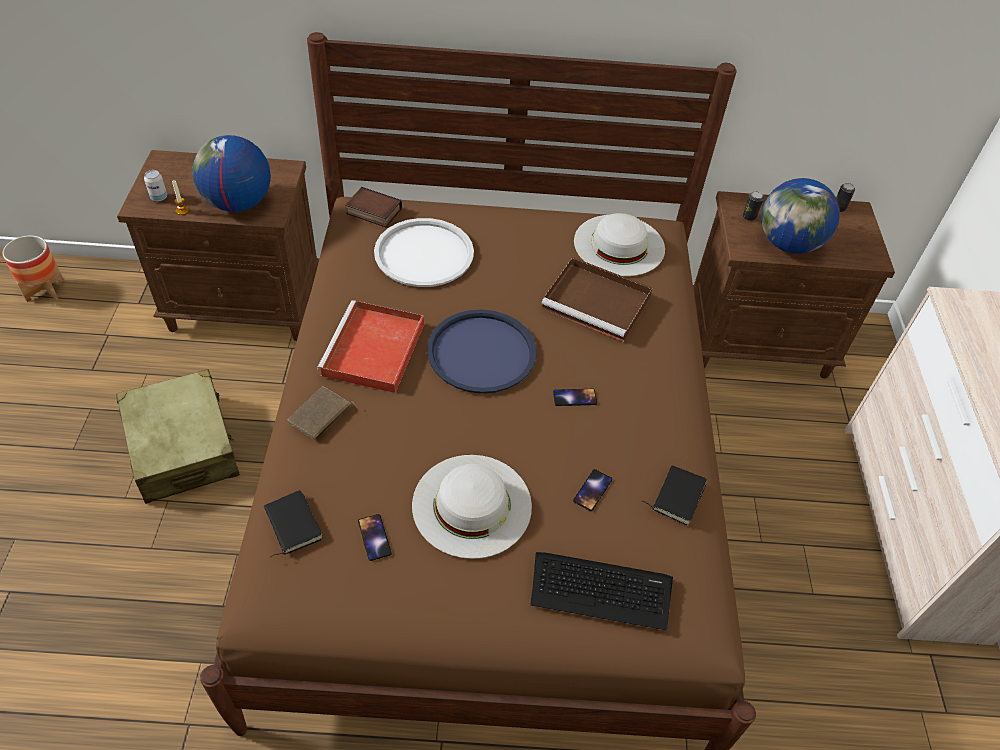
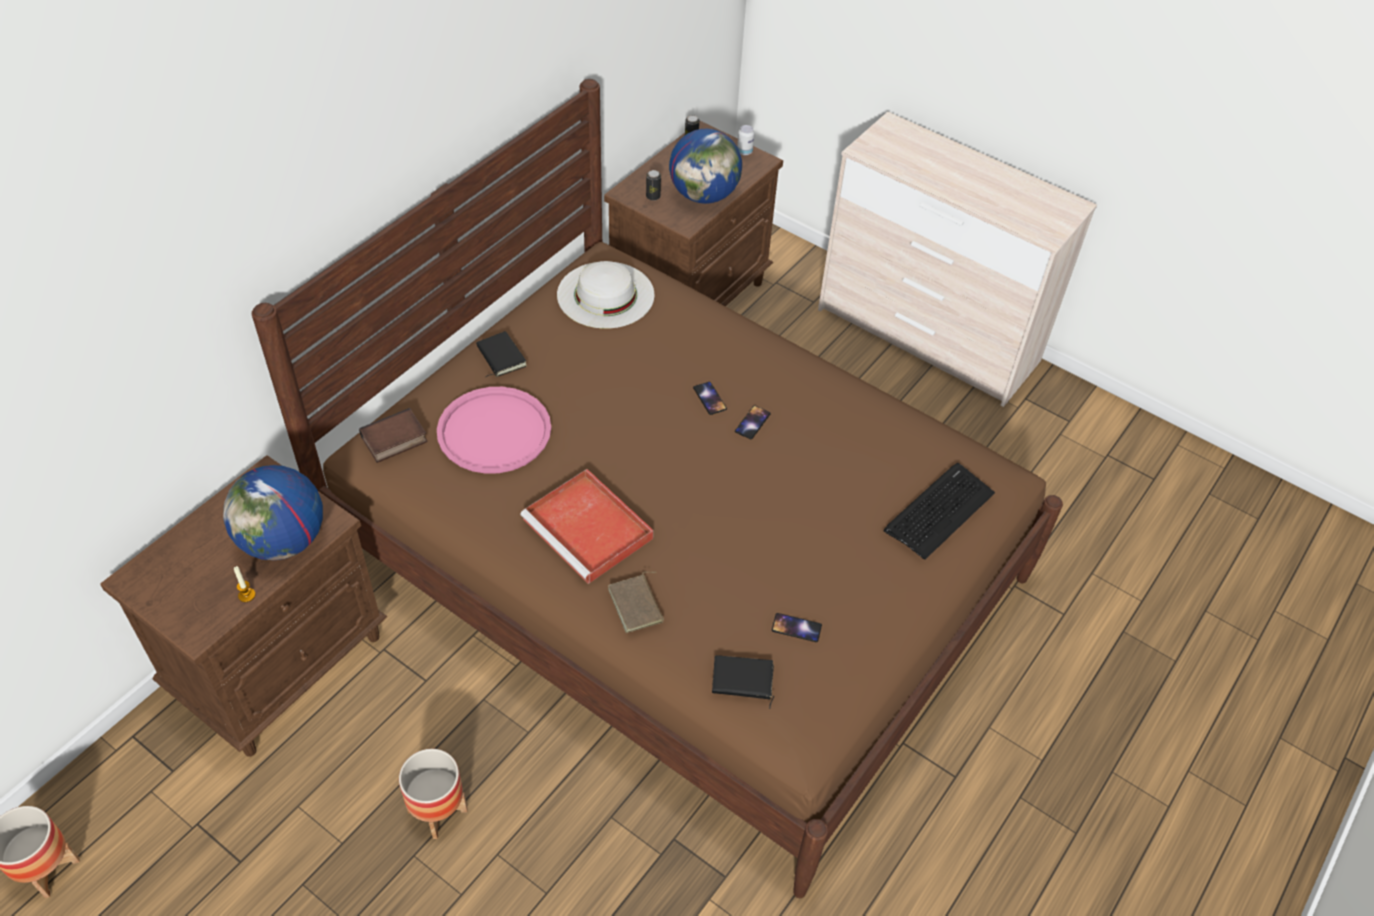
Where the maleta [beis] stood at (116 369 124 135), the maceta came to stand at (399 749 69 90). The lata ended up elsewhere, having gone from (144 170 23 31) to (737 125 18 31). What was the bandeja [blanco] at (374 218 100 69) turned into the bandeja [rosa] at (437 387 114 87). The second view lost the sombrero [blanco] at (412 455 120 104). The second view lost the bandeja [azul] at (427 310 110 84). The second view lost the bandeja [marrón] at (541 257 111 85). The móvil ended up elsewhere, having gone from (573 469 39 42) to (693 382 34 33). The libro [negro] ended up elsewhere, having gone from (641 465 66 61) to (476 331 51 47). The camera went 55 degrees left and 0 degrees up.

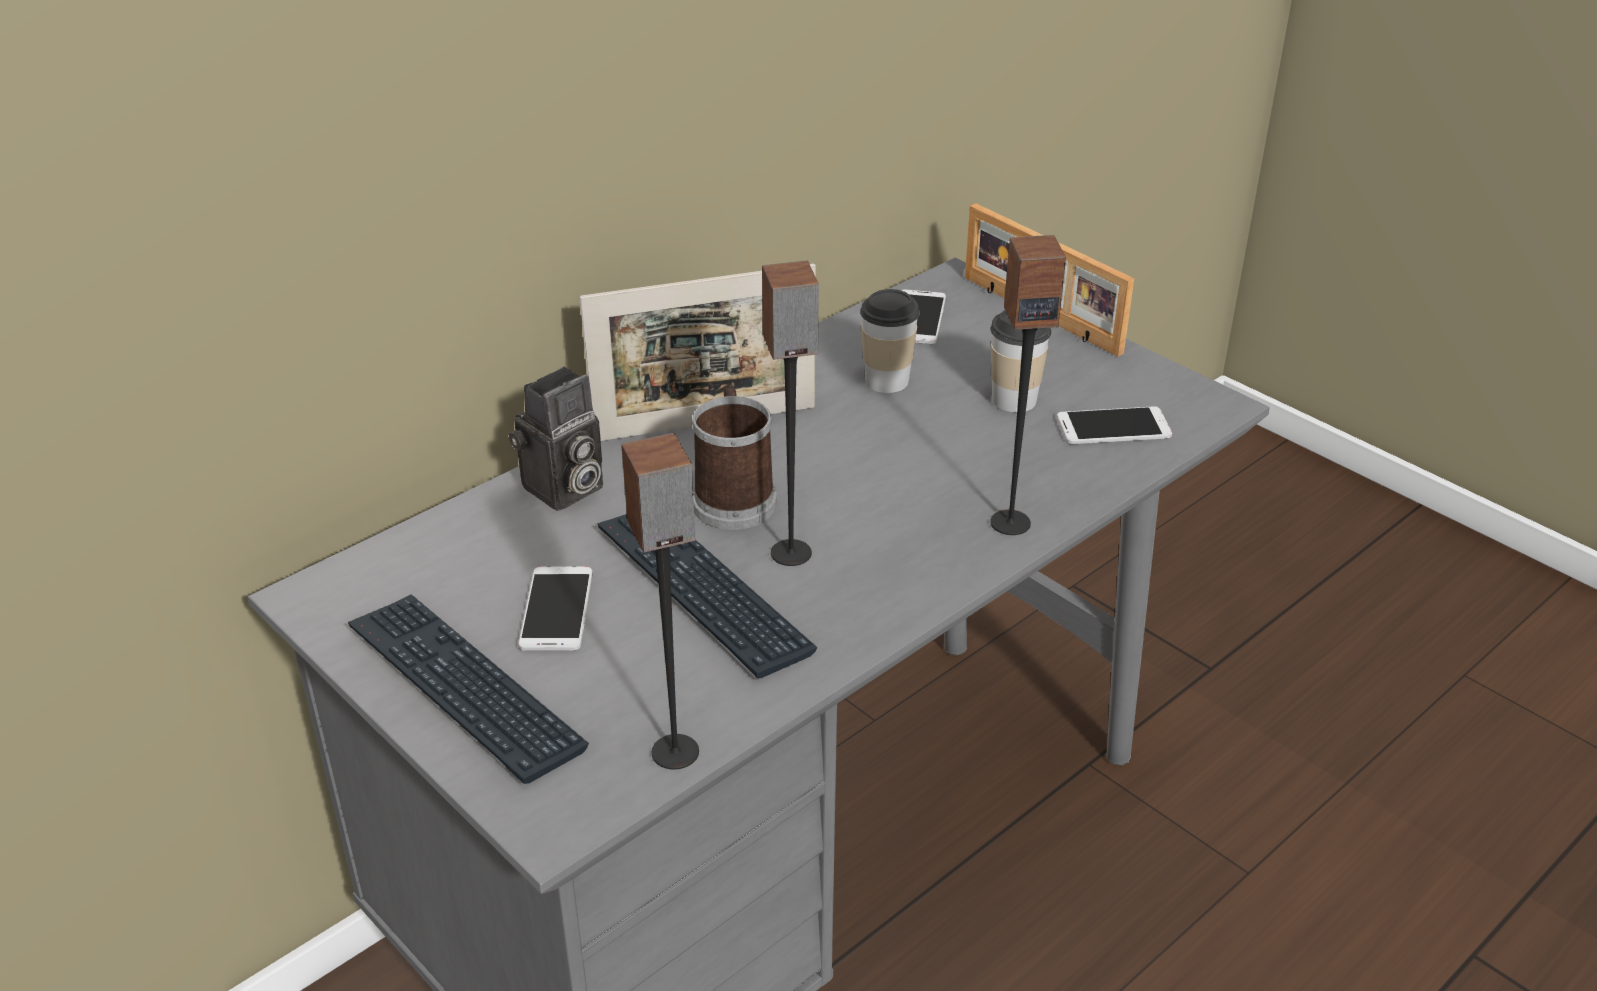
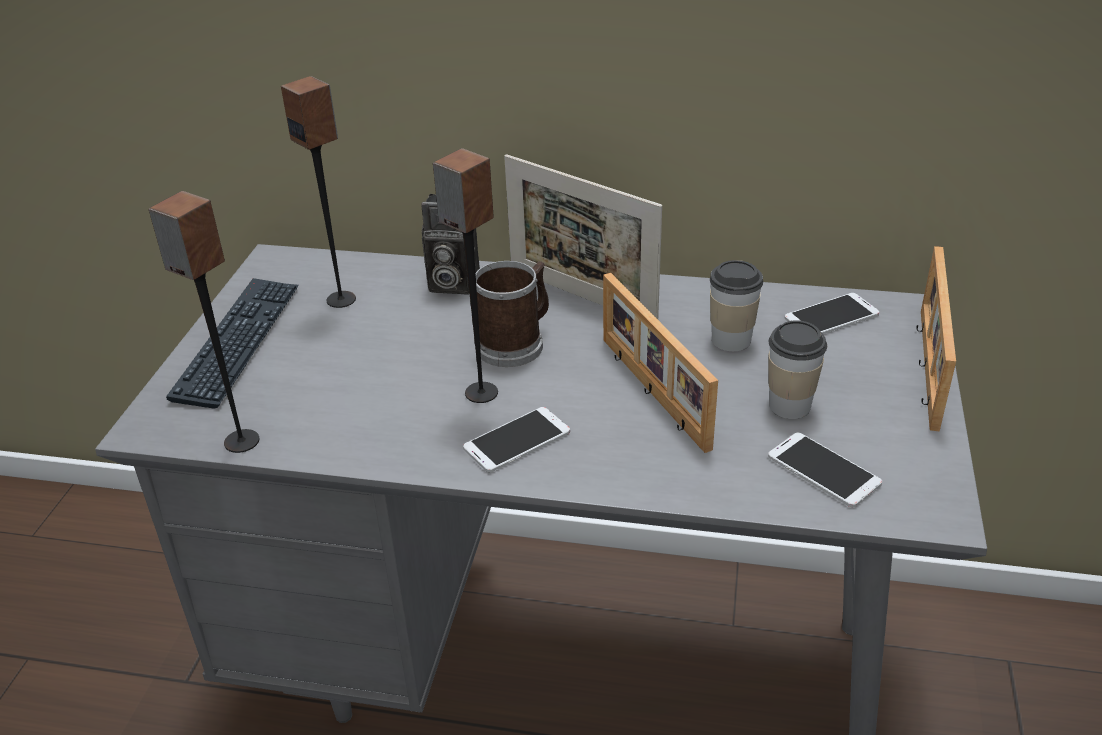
The móvil ended up elsewhere, having gone from (518 567 75 84) to (463 407 107 65). The second view lost the teclado at (597 514 220 164). The altavoz ended up elsewhere, having gone from (990 235 76 300) to (281 76 75 232). The second view gained the portarretratos at (603 273 115 180). The camera went 55 degrees right and 0 degrees up.

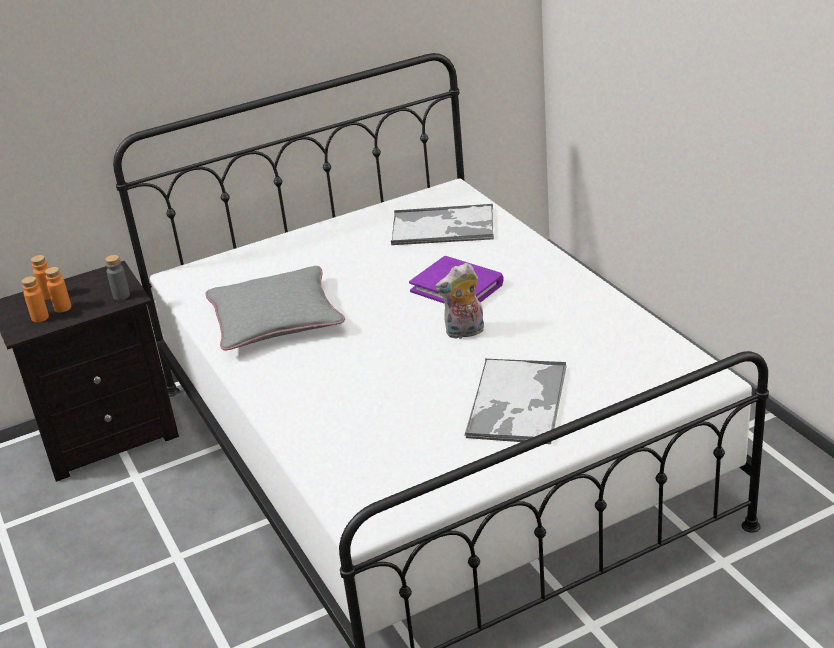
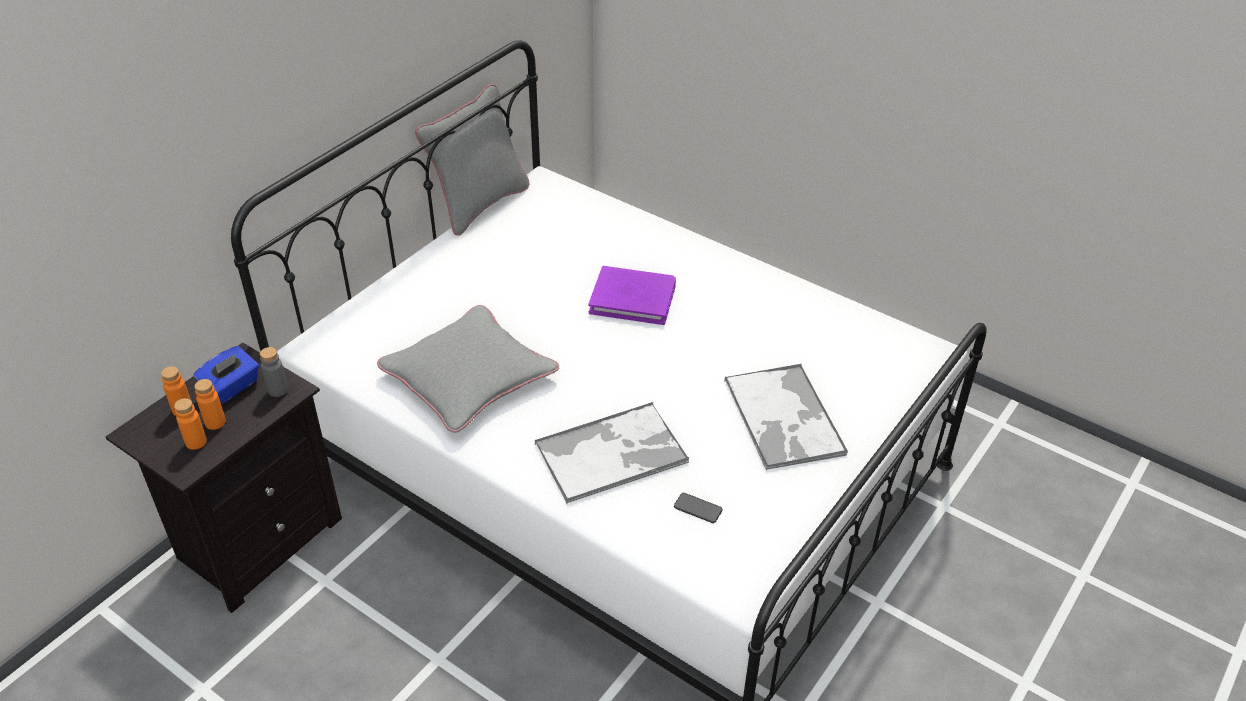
The bandeja ended up elsewhere, having gone from (391 204 103 41) to (535 402 154 102). The second view lost the peluche at (435 263 49 76). The second view gained the caja de pañuelos [azul] at (193 346 66 57). The second view gained the cojín [gris] at (415 84 114 151). The second view gained the móvil at (674 493 49 30). The camera went 30 degrees left and 10 degrees up.

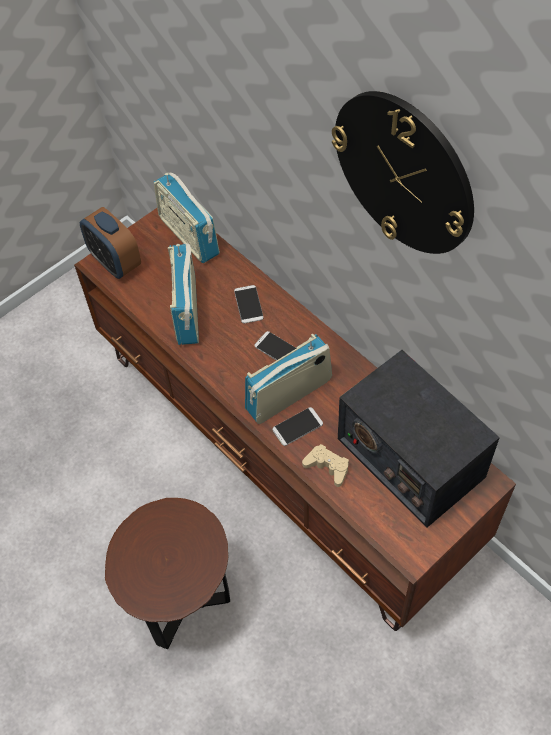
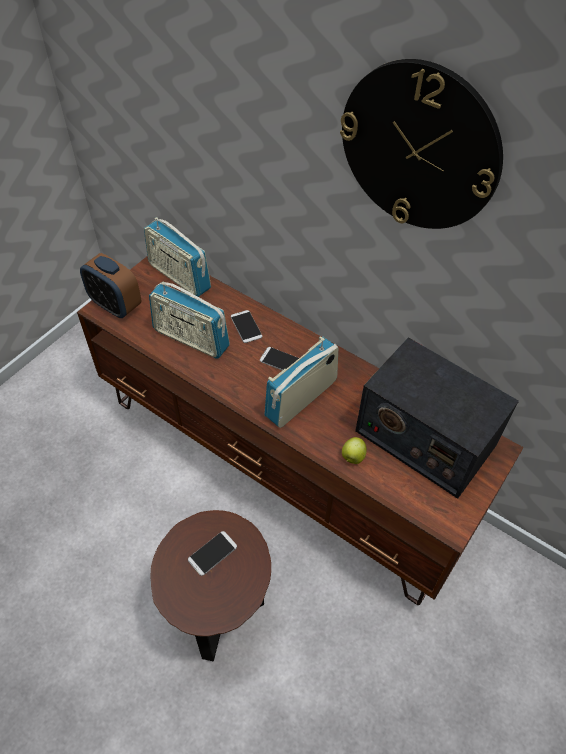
The radio at (168 243 31 102) ended up facing another way, 45 degrees counterclockwise from before. The móvil ended up elsewhere, having gone from (272 407 51 39) to (188 531 49 45). Where the mando de consola [beis] stood at (302 444 47 43), the manzana came to stand at (342 437 25 27). The camera went 15 degrees left and 5 degrees down.

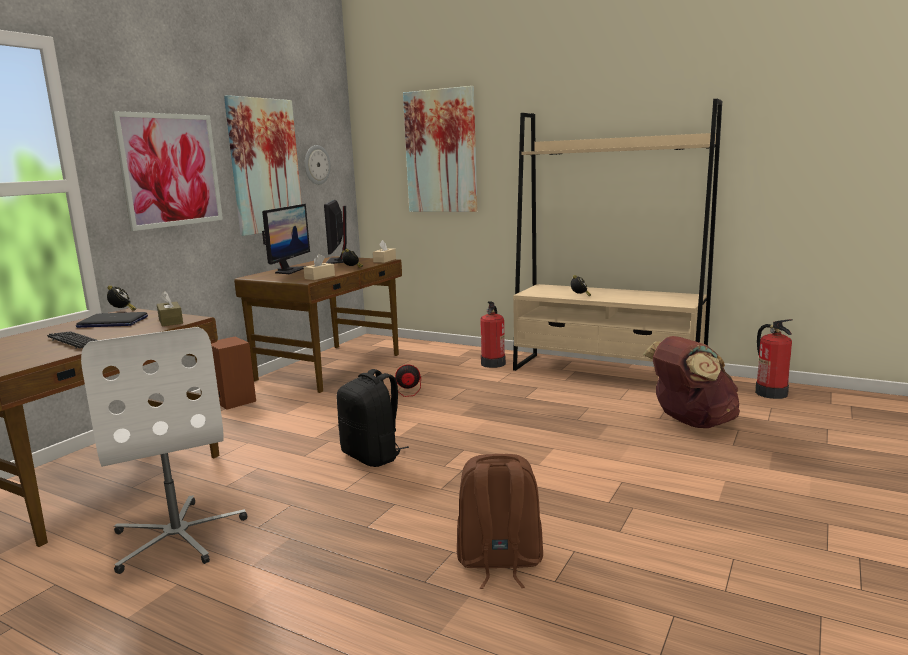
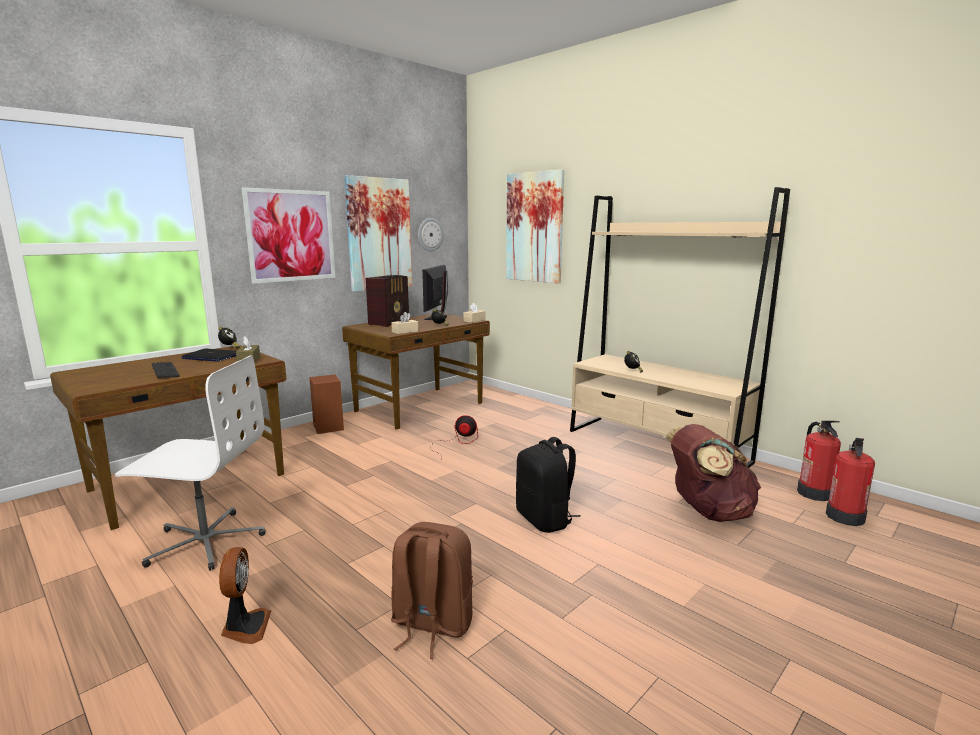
The silla de oficina [blanco] at (81 327 166 247) ended up facing another way, 75 degrees counterclockwise from before. Where the monitor stood at (262 204 48 70), the radio came to stand at (366 275 43 52). The mochila [negro] ended up elsewhere, having gone from (337 369 72 98) to (516 437 65 96). The extintor ended up elsewhere, having gone from (480 301 26 67) to (826 438 49 88). The second view gained the ventilador at (219 547 52 97). The camera went 15 degrees right and 0 degrees up.

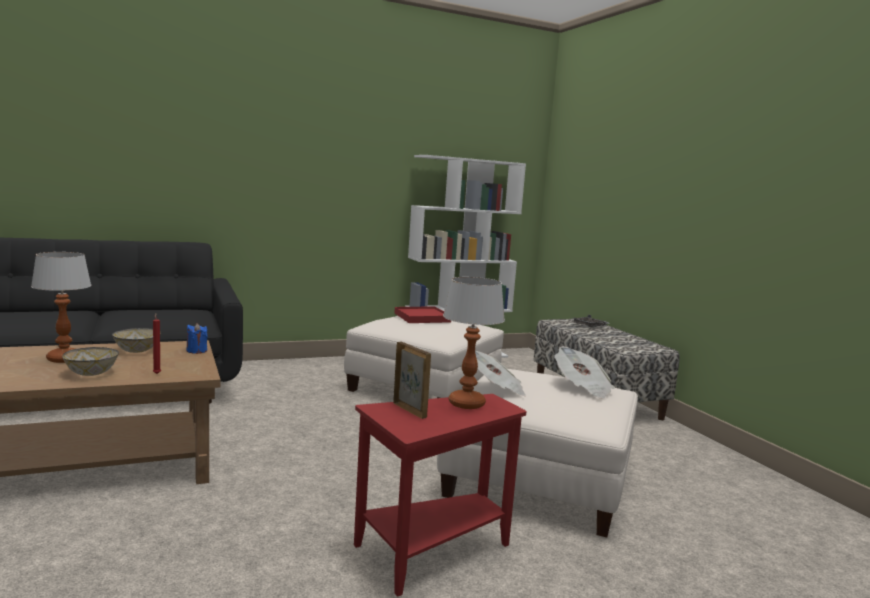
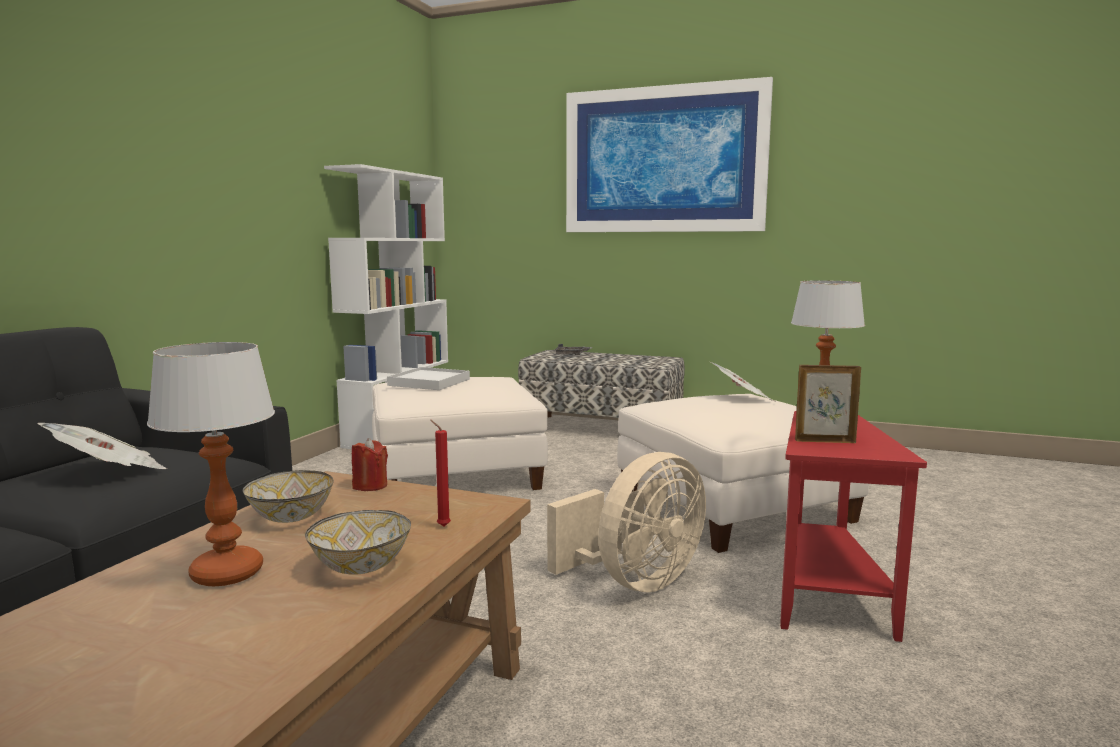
What was the vela [azul] at (186 323 22 31) turned into the vela [rojo] at (352 438 36 53). What was the bandeja [rojo] at (395 306 56 17) turned into the bandeja [blanco] at (387 367 83 23). The periódico ended up elsewhere, having gone from (466 349 60 47) to (38 423 129 46). The second view gained the ventilador [beis] at (547 452 159 140). The second view gained the cuadro at (566 77 207 155). The camera went 45 degrees left and 0 degrees up.

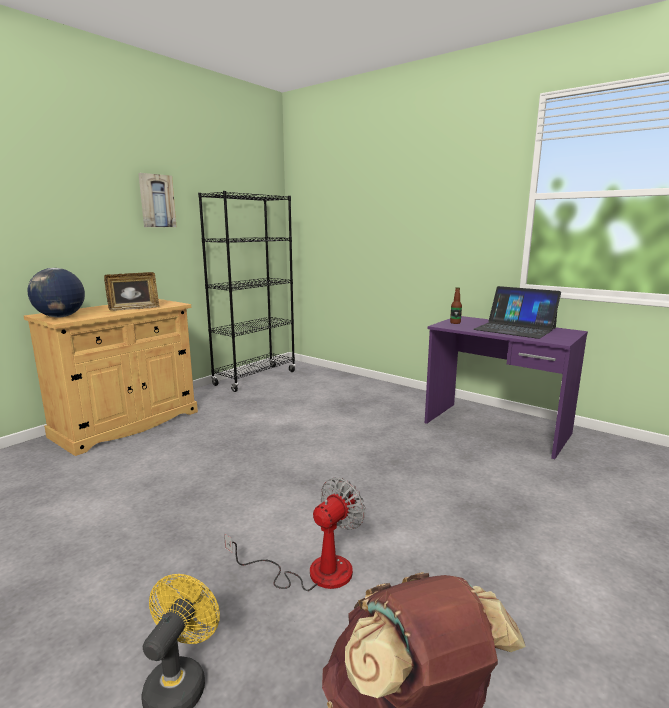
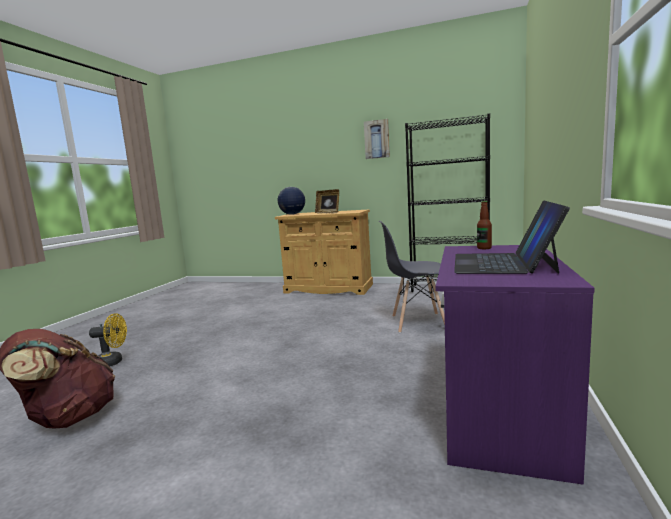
The second view lost the ventilador at (224 478 141 113). The second view gained the silla [gris] at (379 221 66 112). The camera went 70 degrees right and 5 degrees down.

